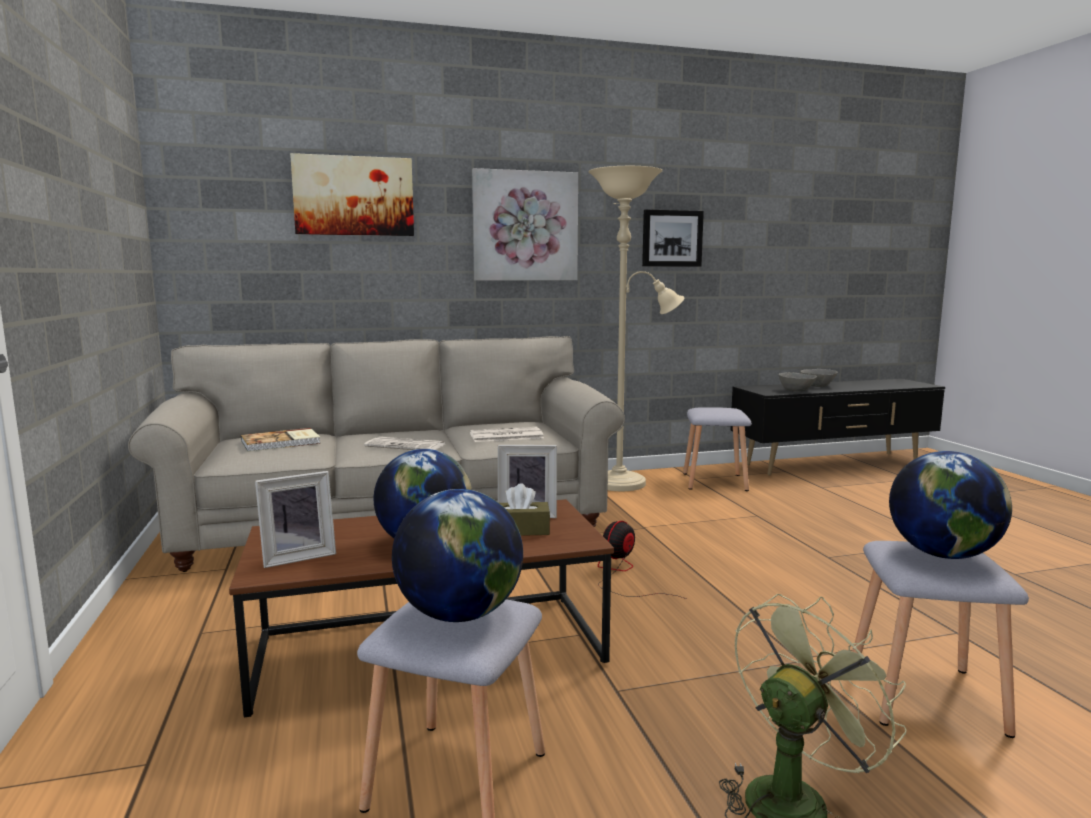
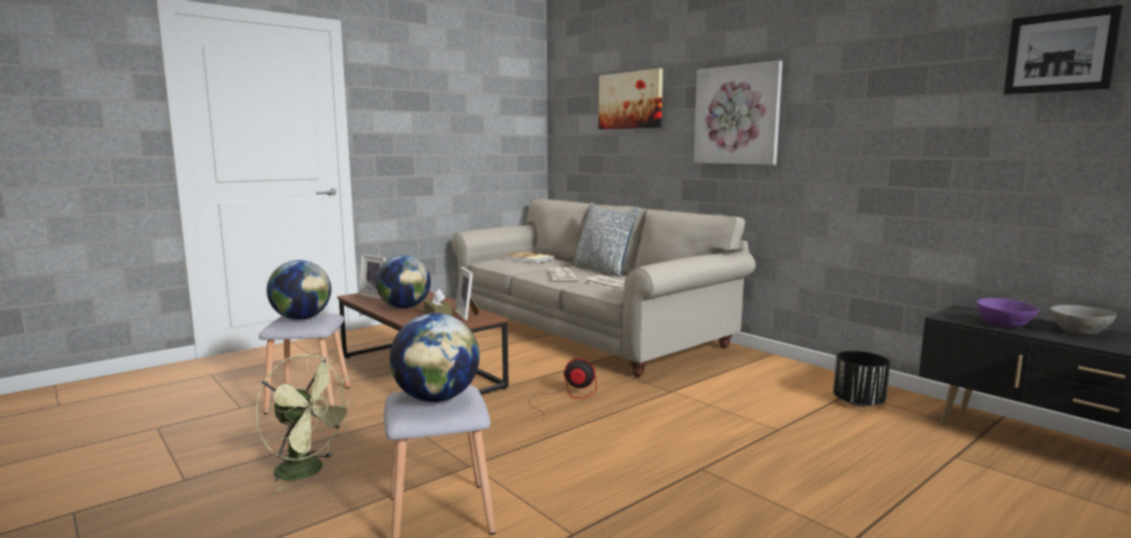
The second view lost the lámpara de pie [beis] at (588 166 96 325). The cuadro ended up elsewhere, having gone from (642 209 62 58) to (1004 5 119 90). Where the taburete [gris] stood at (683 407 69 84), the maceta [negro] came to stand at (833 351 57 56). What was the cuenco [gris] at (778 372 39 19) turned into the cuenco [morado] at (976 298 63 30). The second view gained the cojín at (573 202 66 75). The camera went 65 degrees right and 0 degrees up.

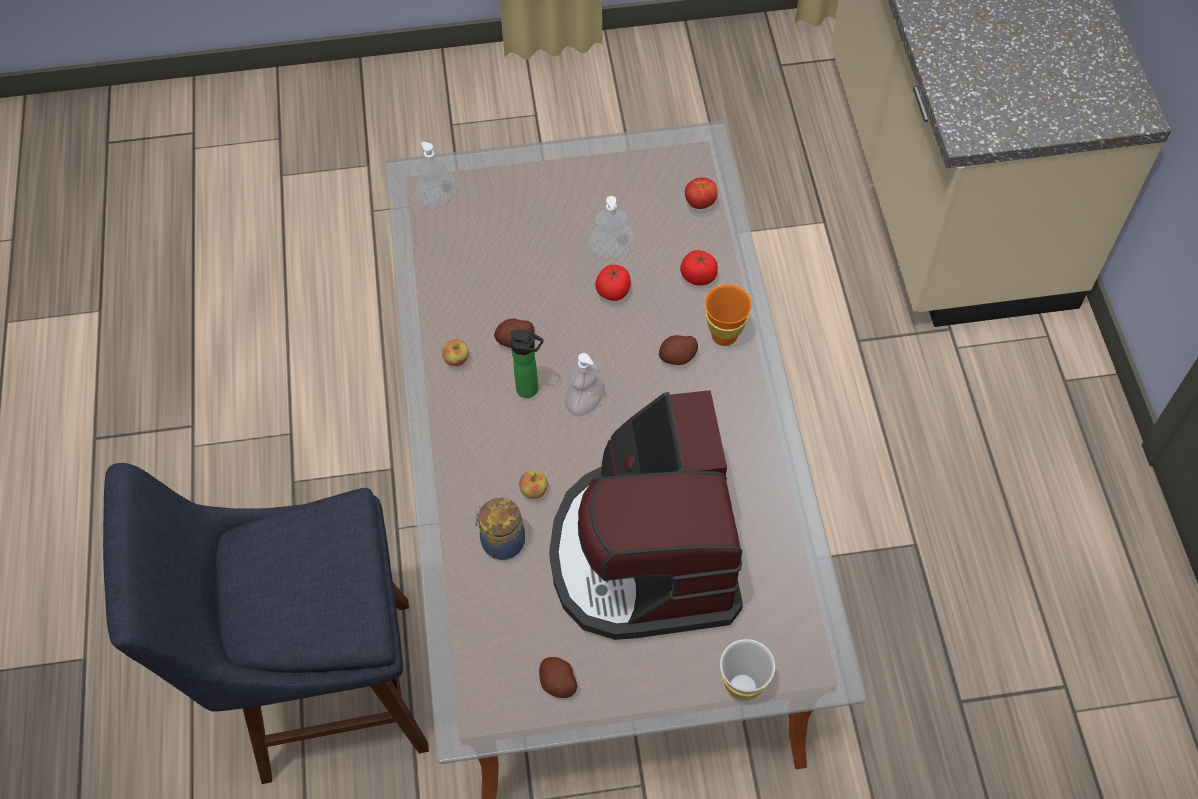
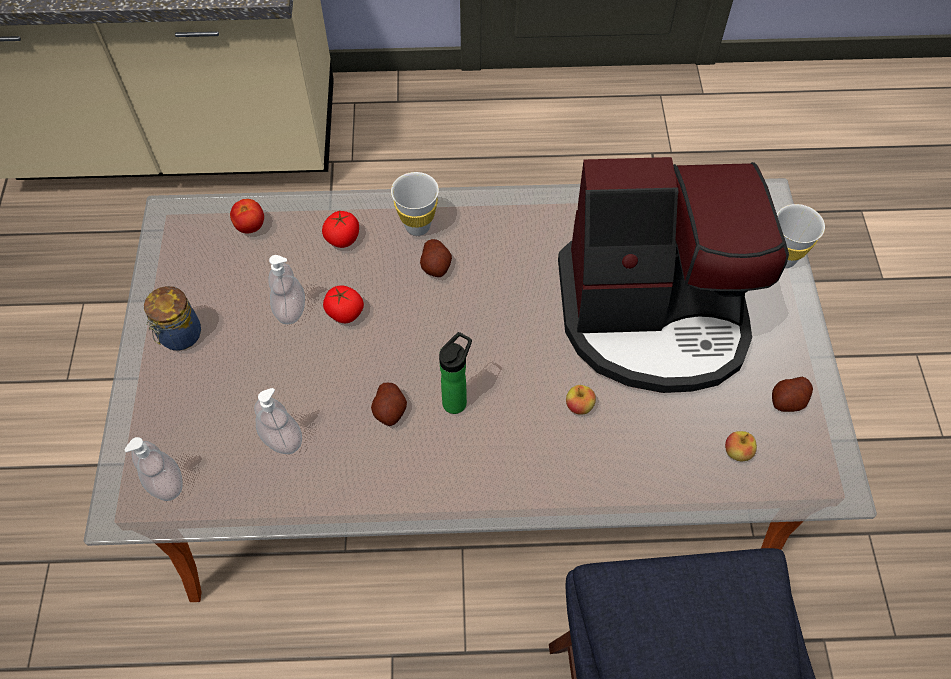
The manzana ended up elsewhere, having gone from (442 339 27 27) to (725 431 32 30). The tarro ended up elsewhere, having gone from (475 498 50 62) to (144 286 57 65). The dispensador de jabón ended up elsewhere, having gone from (565 353 40 63) to (254 388 48 66). What was the taza [naranja] at (705 284 47 62) turned into the taza [blanco] at (391 172 48 64). The camera went 85 degrees left and 0 degrees up.

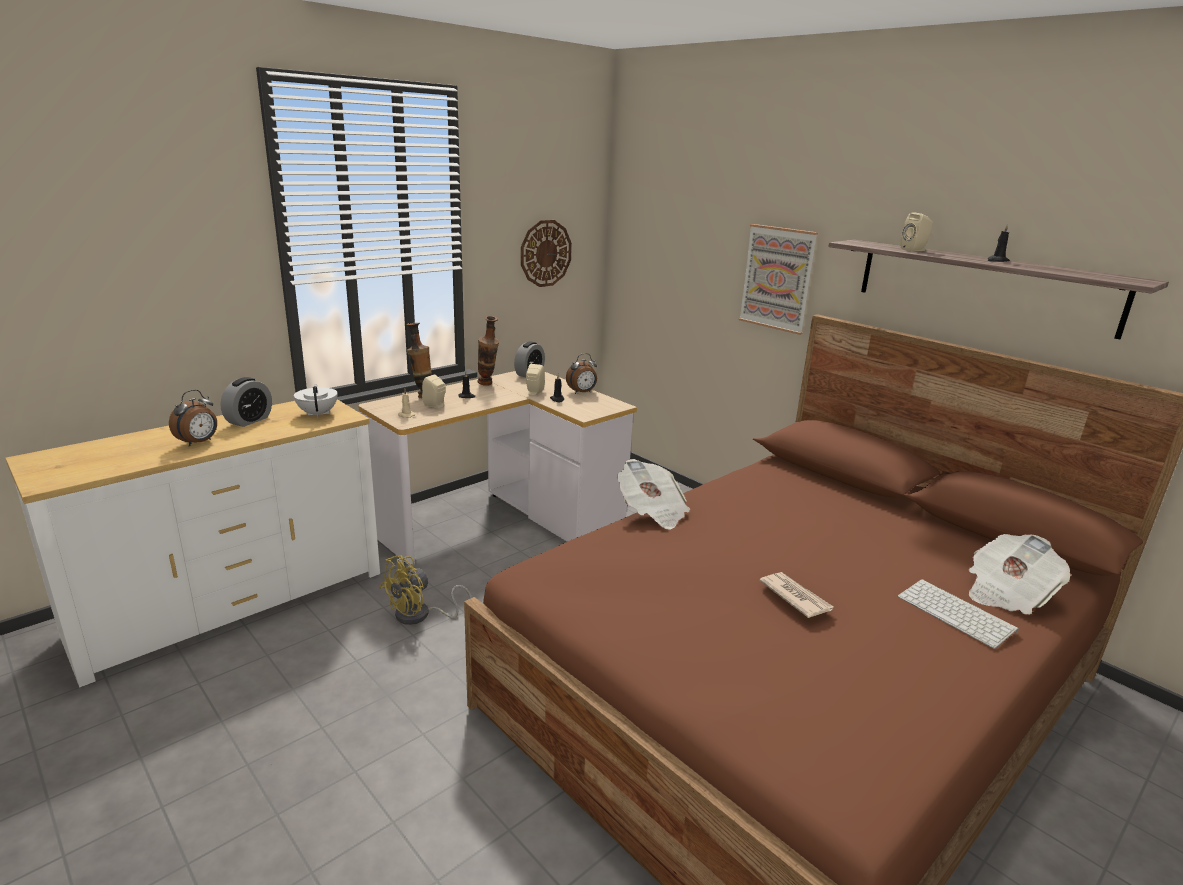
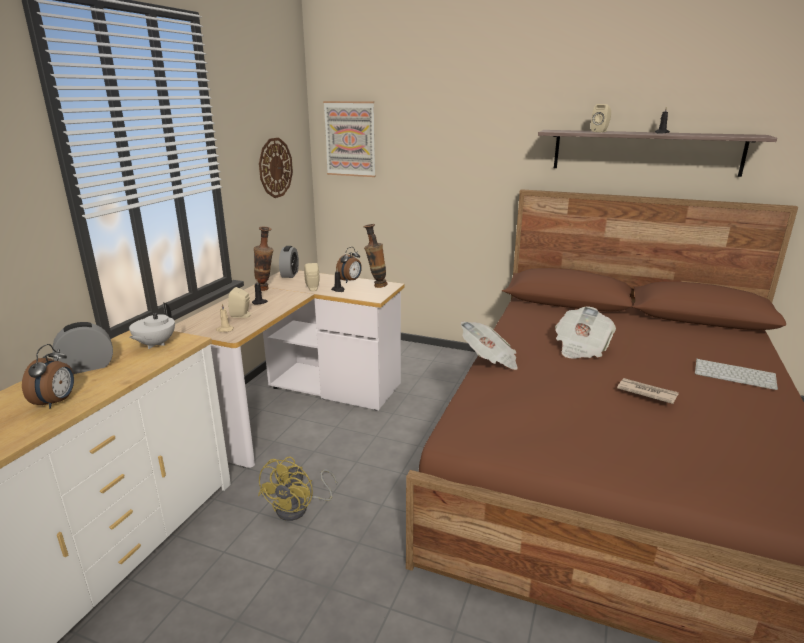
The despertador at (221 377 51 50) ended up facing another way, 120 degrees counterclockwise from before. The tetera [blanco] at (294 384 44 34) ended up facing another way, 120 degrees counterclockwise from before. The florero ended up elsewhere, having gone from (406 323 26 75) to (363 224 25 64). The cuadro ended up elsewhere, having gone from (739 224 79 111) to (323 101 53 76). The periódico ended up elsewhere, having gone from (969 534 102 80) to (555 306 61 53). The camera went 25 degrees left and 0 degrees up.

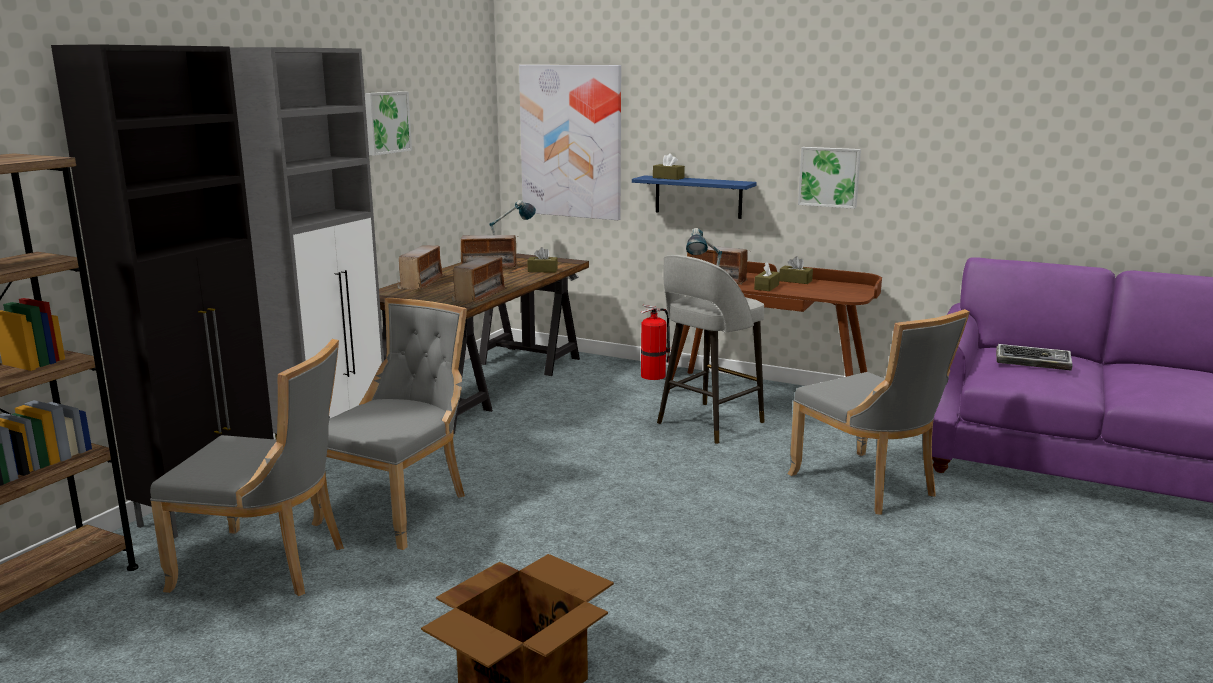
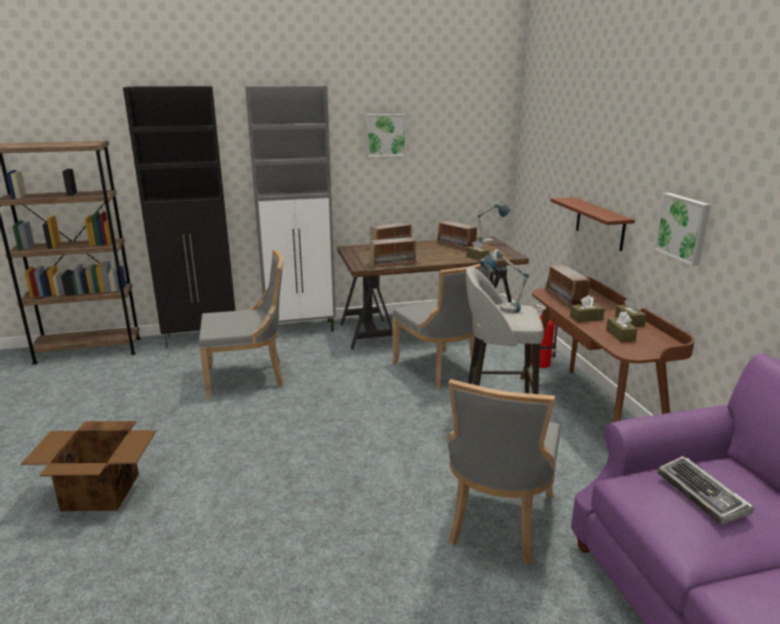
The silla [gris] ended up elsewhere, having gone from (150 339 194 257) to (391 264 100 125). The second view lost the cuadro at (519 65 102 155). What was the estante [azul] at (632 175 125 44) turned into the estante [marrón] at (550 197 85 54). The caja de pañuelos [marrón] ended up elsewhere, having gone from (653 153 32 27) to (606 311 32 31). The camera went 50 degrees right and 5 degrees up.

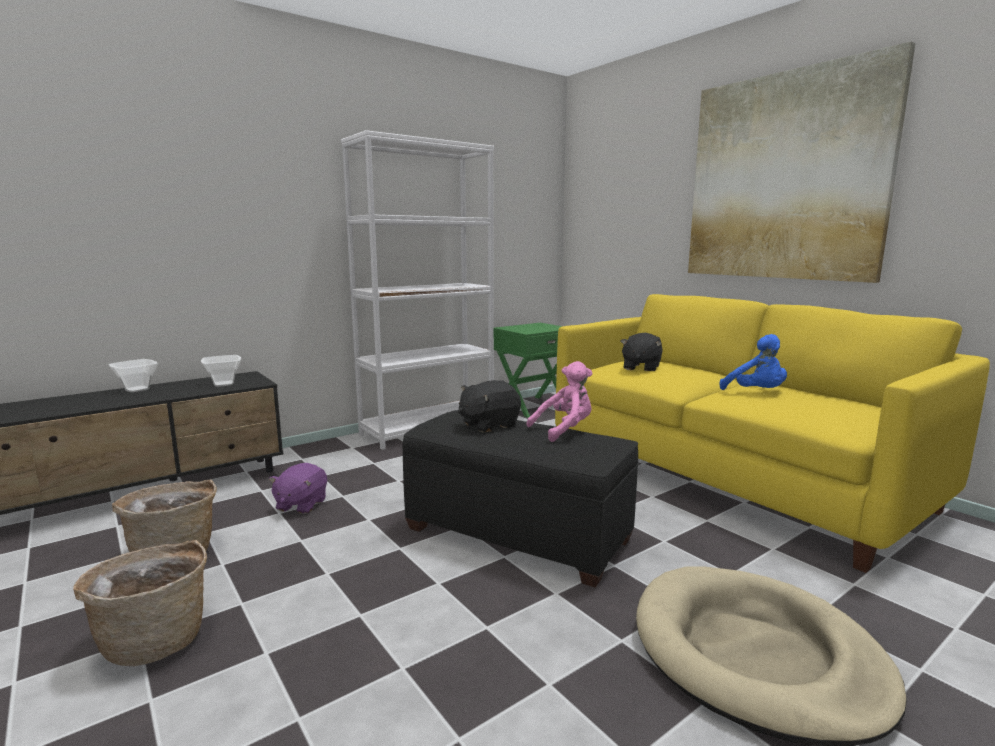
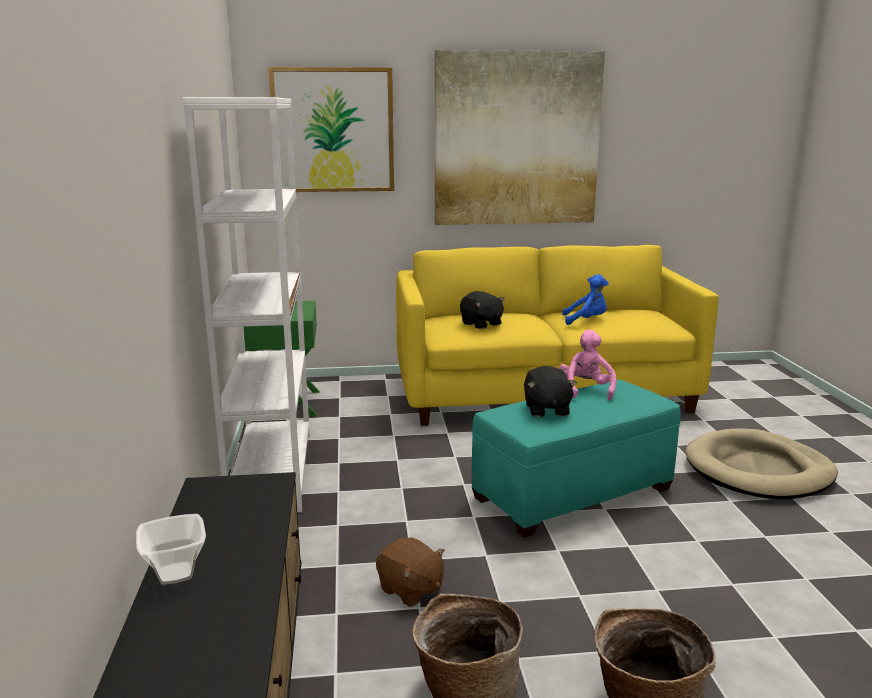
The second view lost the cuenco at (201 355 40 32). What was the peluche [morado] at (269 463 58 51) turned into the peluche [marrón] at (376 537 69 70). What was the puf [negro] at (402 410 237 178) turned into the puf [turquesa] at (472 380 209 158). The second view gained the cuadro at (268 67 126 125). The camera went 60 degrees left and 5 degrees up.

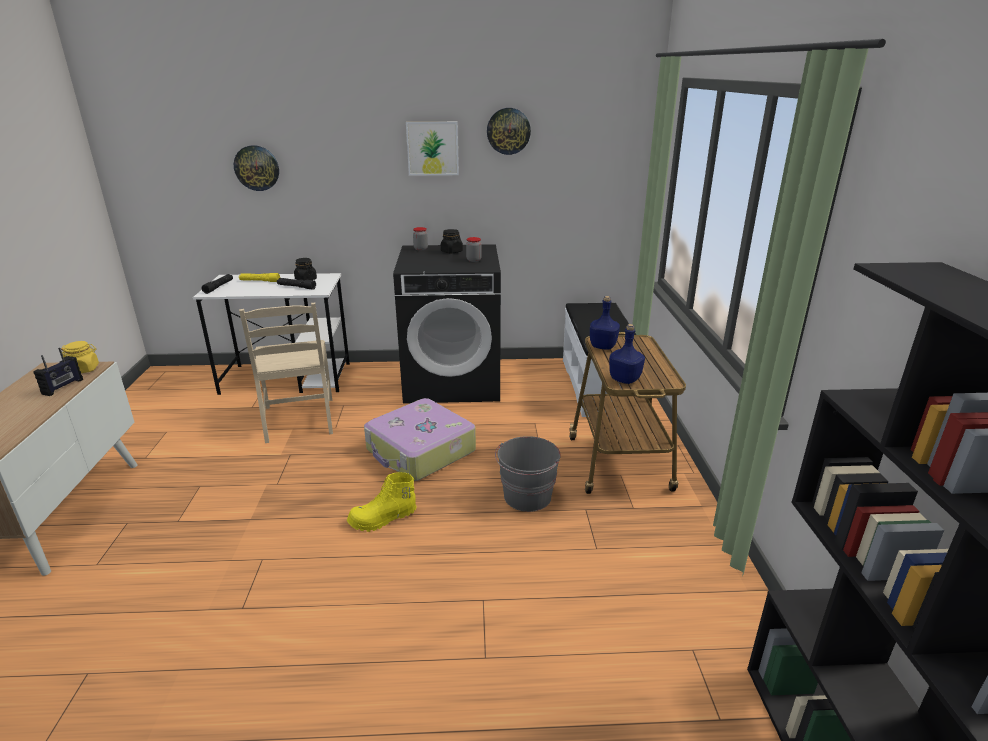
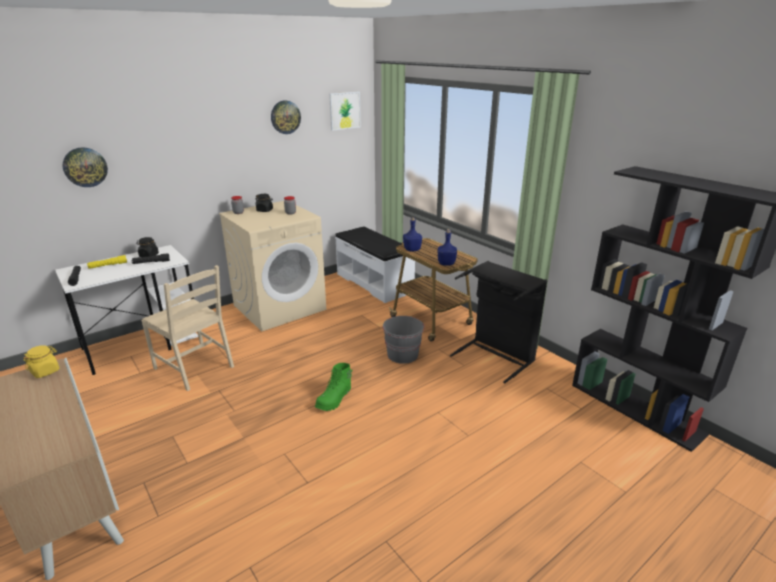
The second view lost the radio at (33 348 50 48). What was the bota [amarillo] at (347 472 70 60) turned into the bota [verde] at (315 363 37 48). The second view lost the maleta at (364 398 112 83). What was the lavadora [negro] at (393 244 108 160) turned into the lavadora [beis] at (219 201 107 130). The cuadro ended up elsewhere, having gone from (406 122 53 54) to (329 92 32 39). The second view gained the cesto de la ropa [negro] at (450 261 97 122). The camera went 35 degrees left and 0 degrees up.

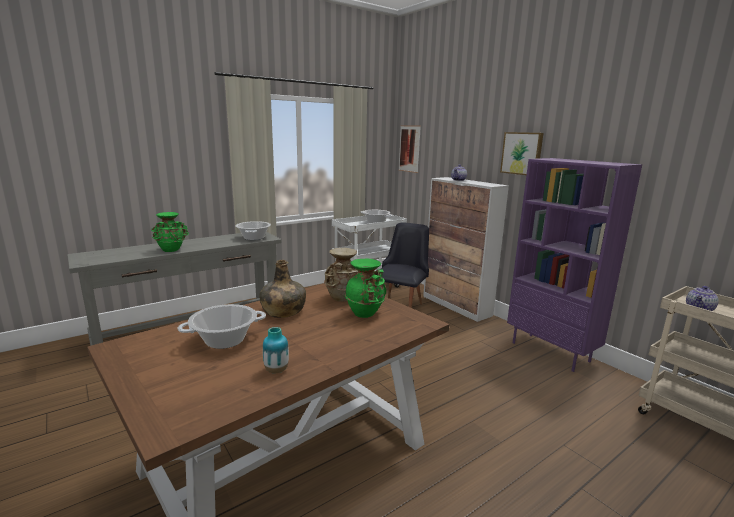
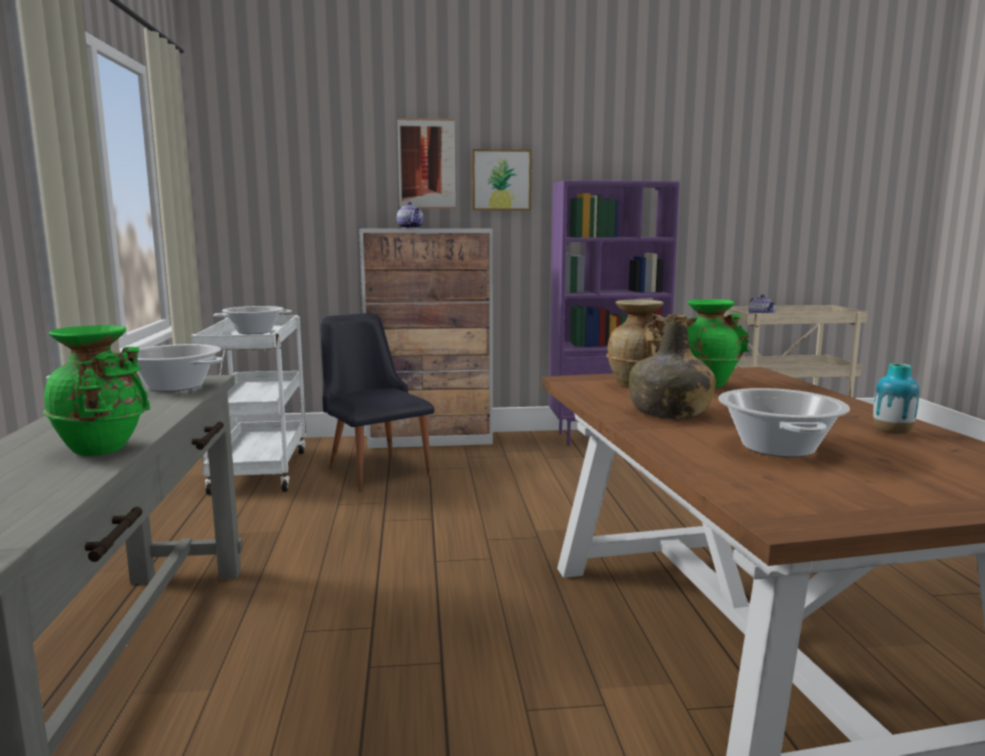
The cuadro ended up elsewhere, having gone from (399 125 22 48) to (397 118 59 91). The camera went 60 degrees left and 5 degrees down.

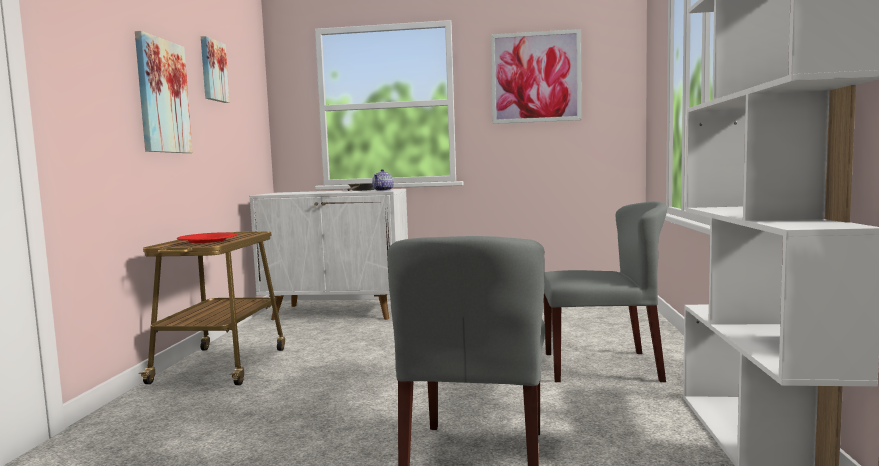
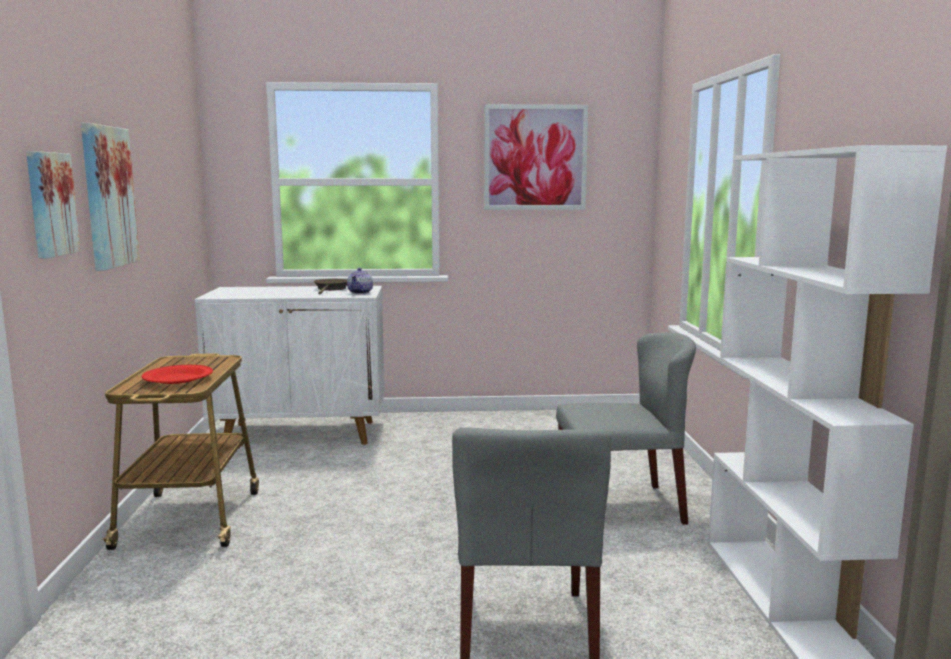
The cuadro ended up elsewhere, having gone from (201 36 29 67) to (26 151 55 107). The camera went 10 degrees left and 5 degrees up.

